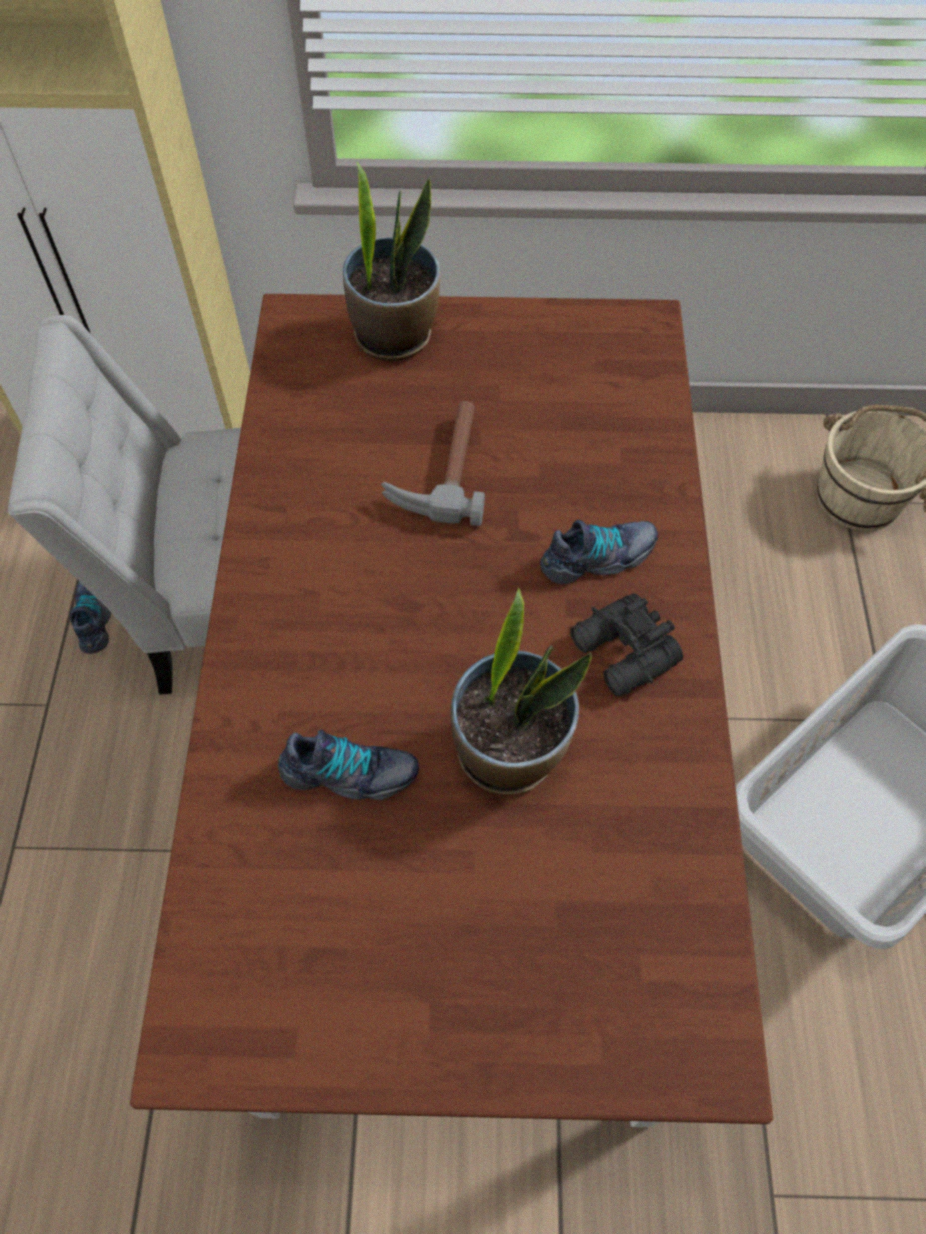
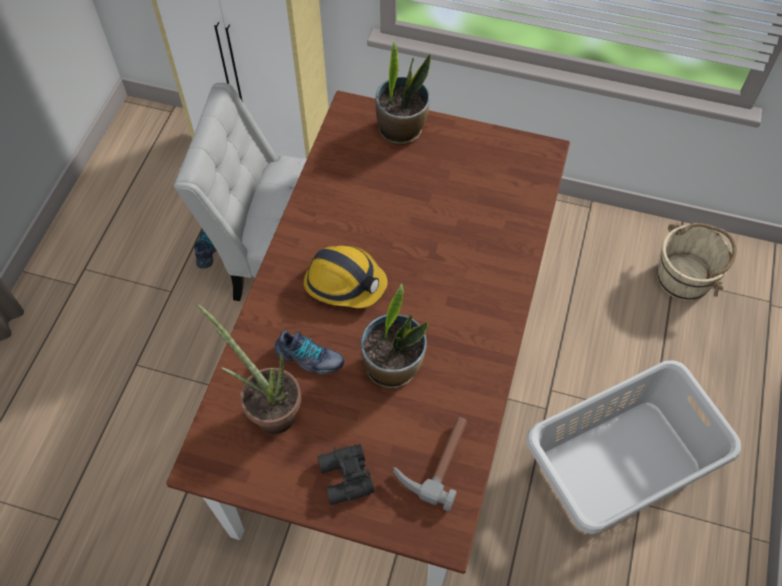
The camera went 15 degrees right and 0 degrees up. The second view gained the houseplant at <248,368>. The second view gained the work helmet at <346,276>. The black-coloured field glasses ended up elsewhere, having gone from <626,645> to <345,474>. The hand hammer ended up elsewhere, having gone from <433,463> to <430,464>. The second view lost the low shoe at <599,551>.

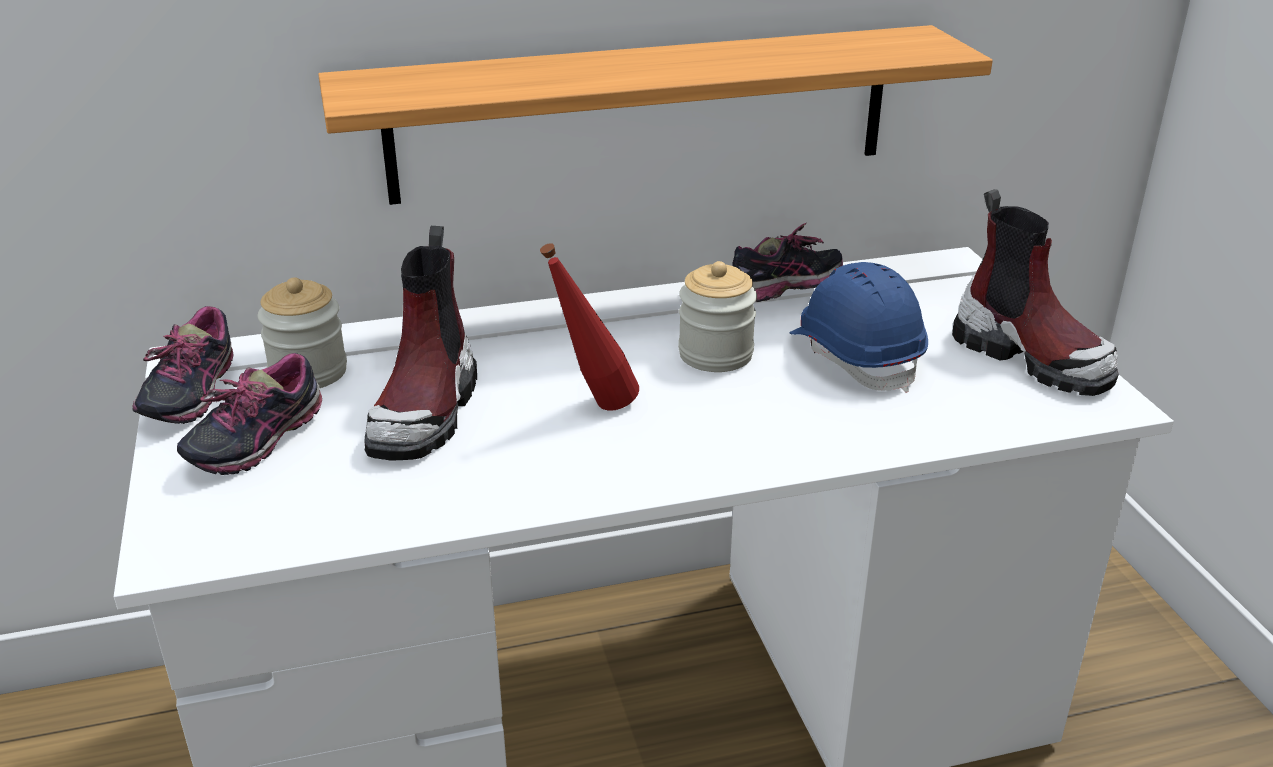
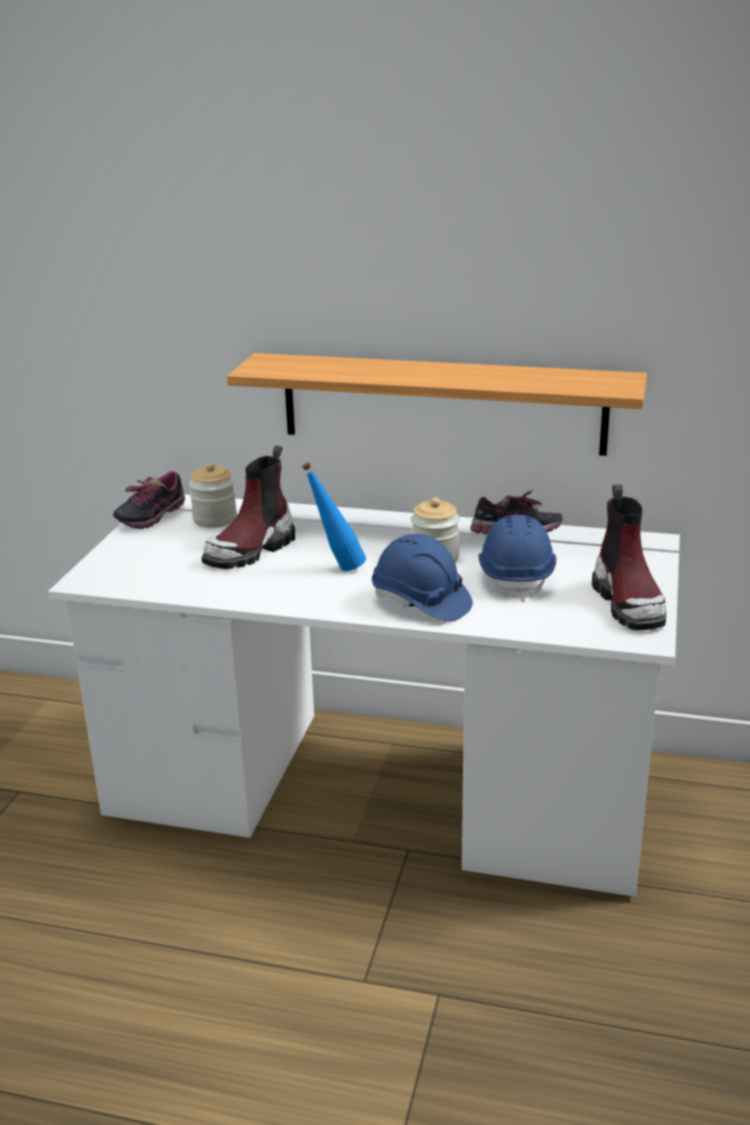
The camera went 30 degrees right and 5 degrees down. What was the red-coloured drink bottle at <589,327> turned into the bluish drink bottle at <334,516>. The second view gained the bluish work helmet at <422,578>. The second view lost the low shoe at <249,414>.

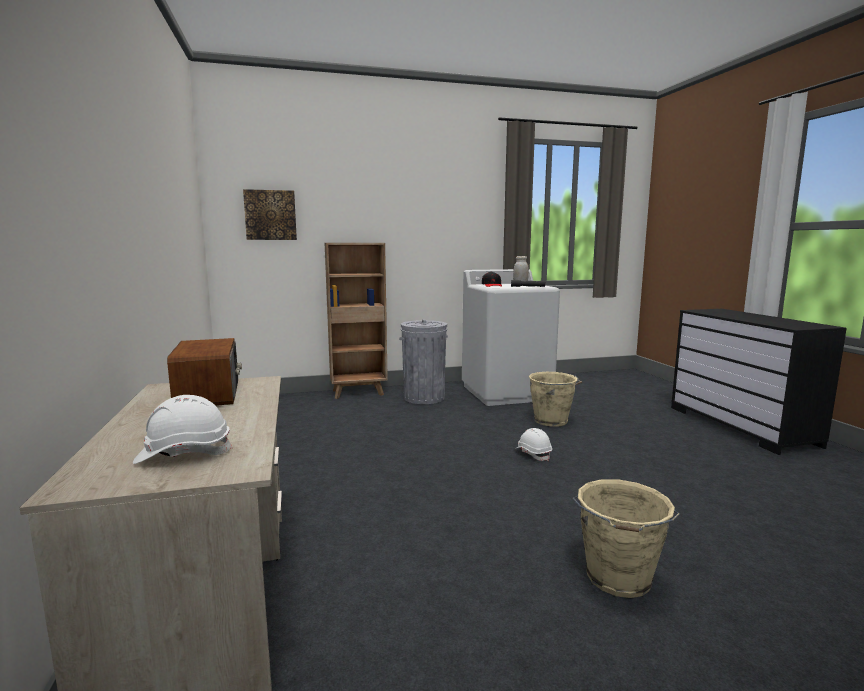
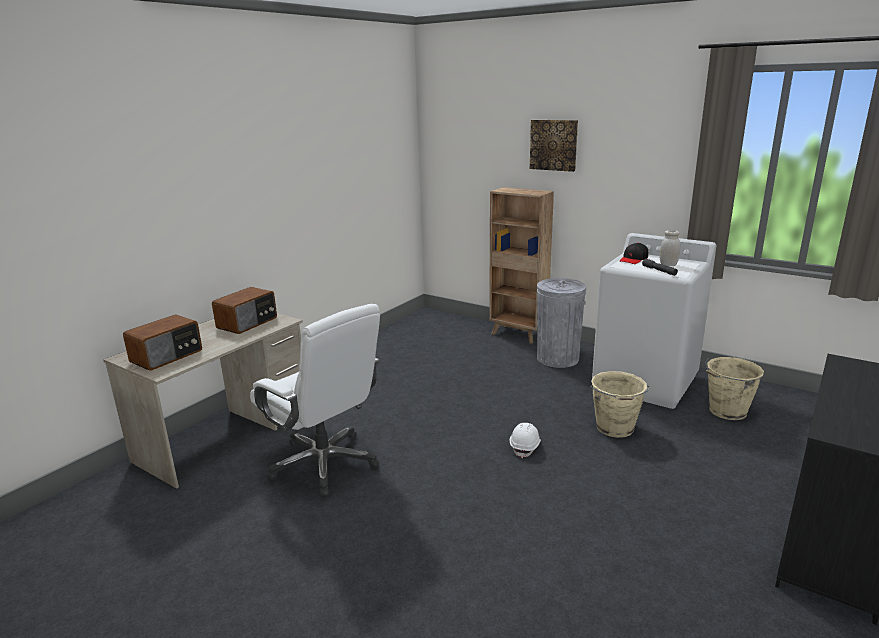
The camera went 50 degrees right and 10 degrees up. Where the white-coloured work helmet stood at <183,429>, the radio came to stand at <162,343>. The second view gained the white-coloured office chair at <315,401>. The picture ended up elsewhere, having gone from <270,214> to <554,146>. The beige pail ended up elsewhere, having gone from <626,538> to <734,388>.

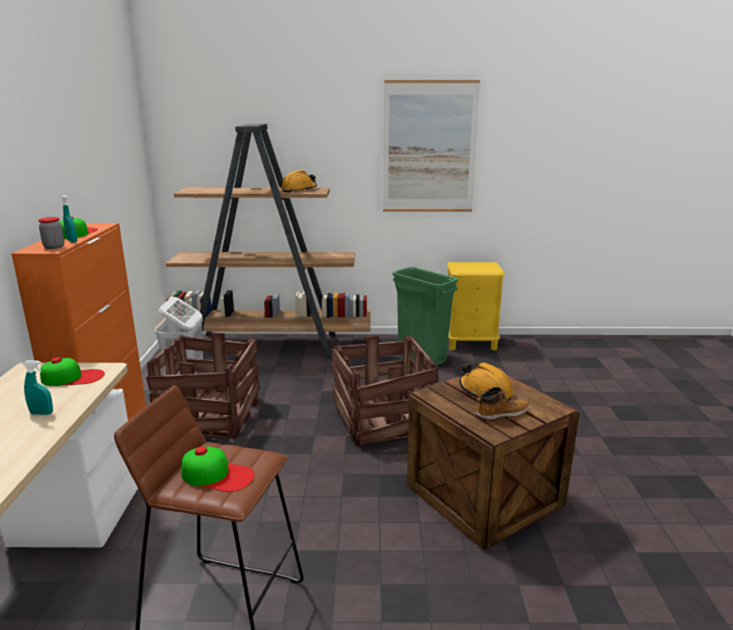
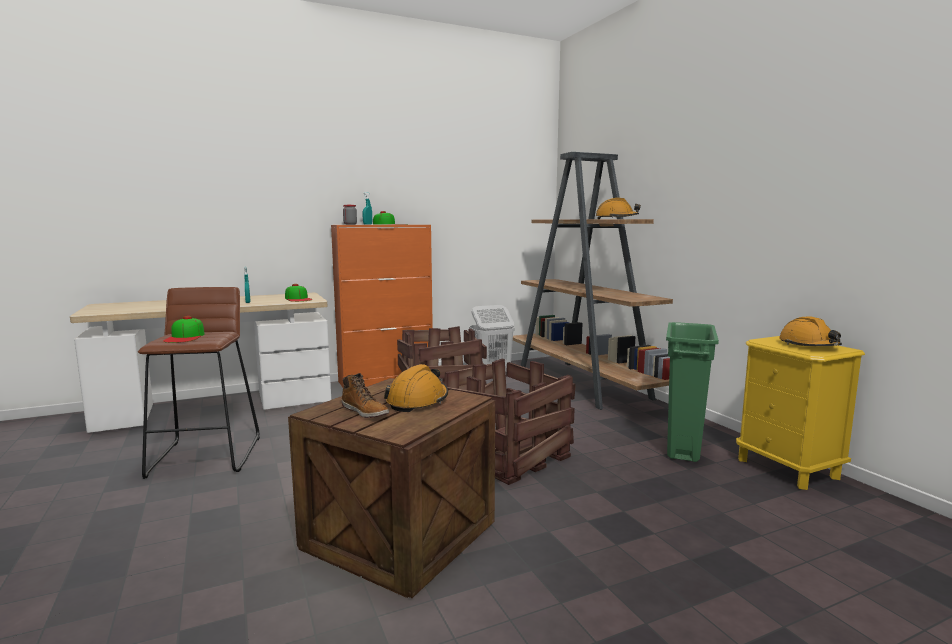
The camera went 65 degrees right and 10 degrees down. The second view gained the orange-coloured work helmet at <810,331>. The second view lost the picture at <431,146>.

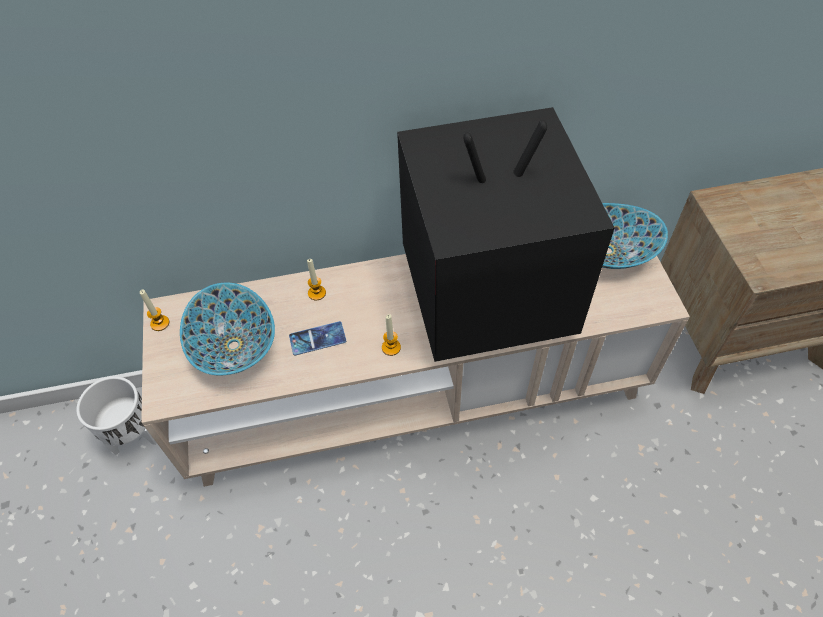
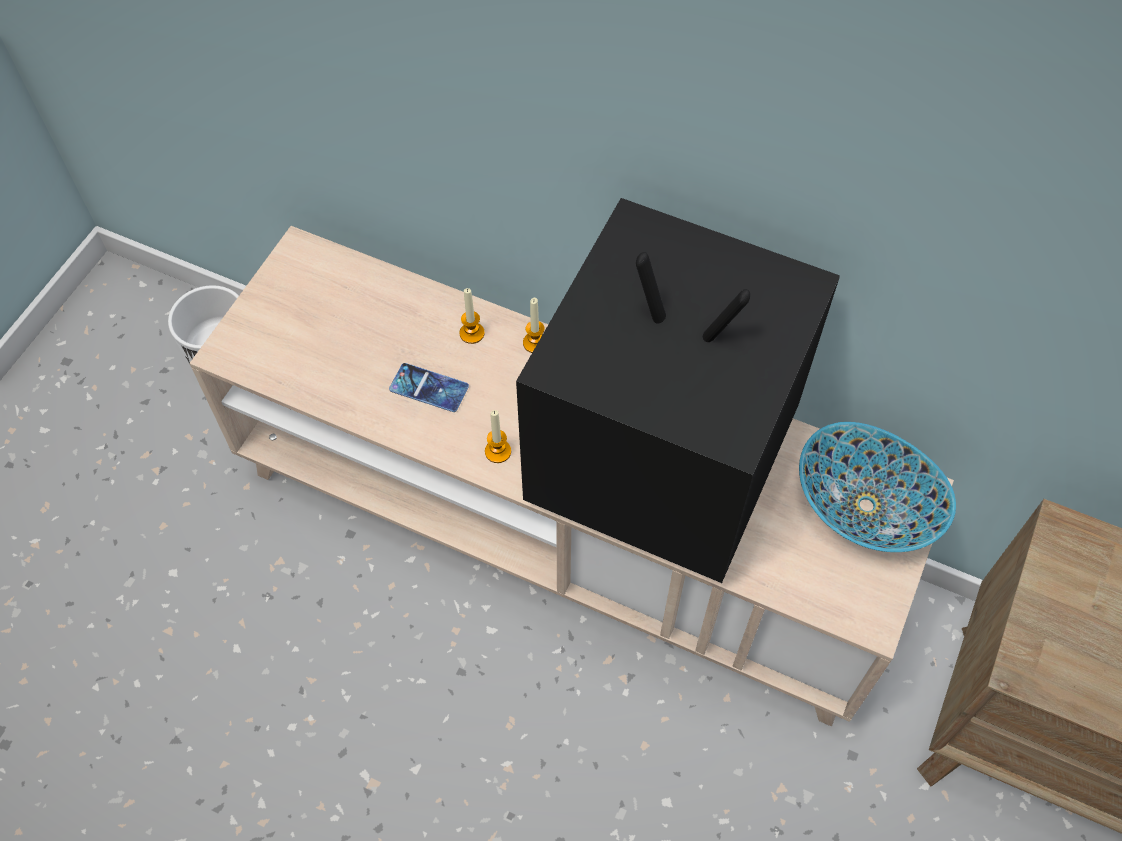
The camera went 35 degrees right and 5 degrees up. The wax light ended up elsewhere, having gone from <154,310> to <533,325>. The second view lost the serving bowl at <227,329>.

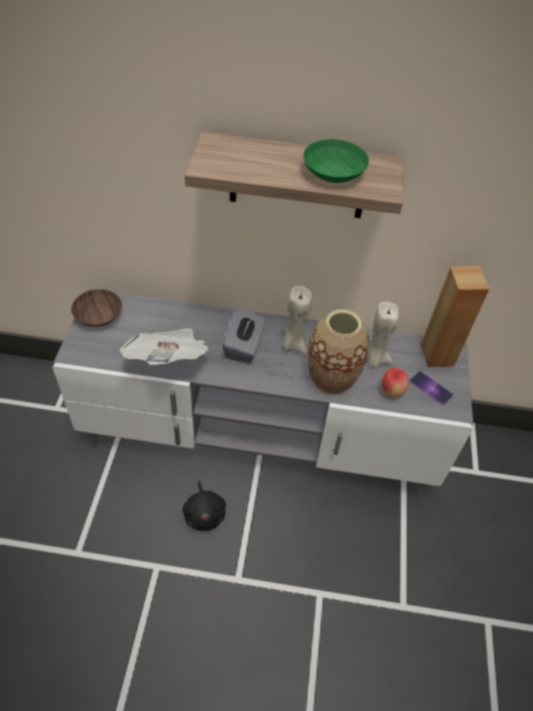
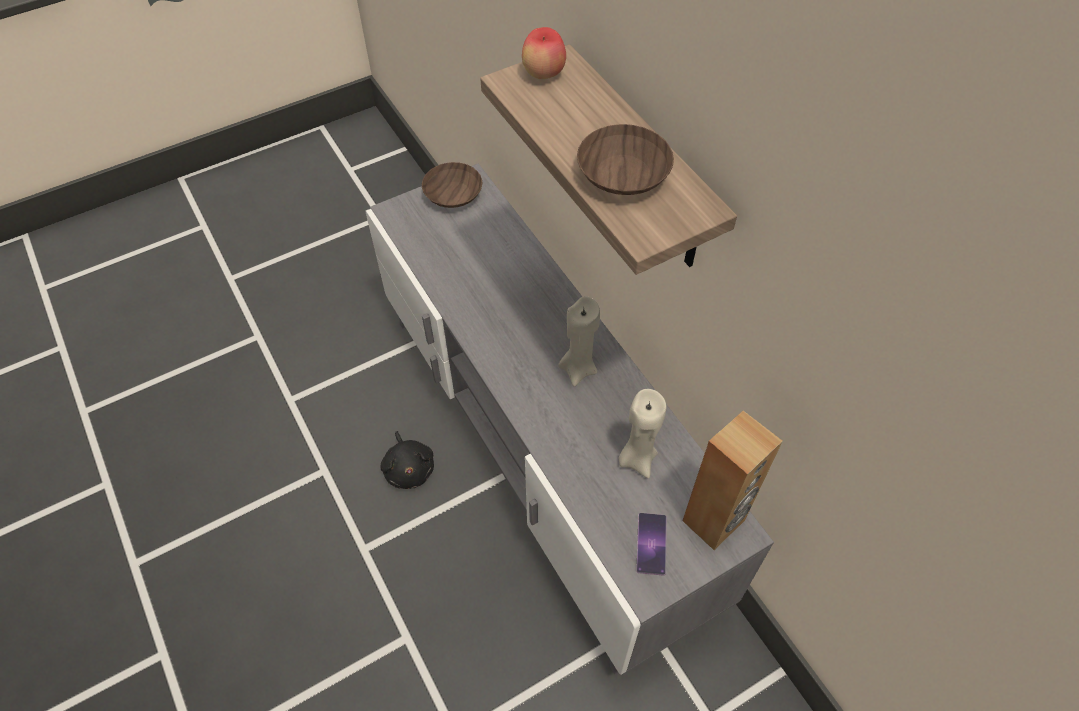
The camera went 55 degrees right and 5 degrees up. The black-coloured soft toy at <204,506> ended up facing another way, 60 degrees counterclockwise from before. The whole apple ended up elsewhere, having gone from <395,382> to <544,53>. What was the green serving bowl at <336,161> turned into the brown-coloured serving bowl at <625,159>. The second view lost the daily paper at <164,346>. The second view lost the grey tissue holder at <244,335>. The second view lost the flower vase at <338,351>.

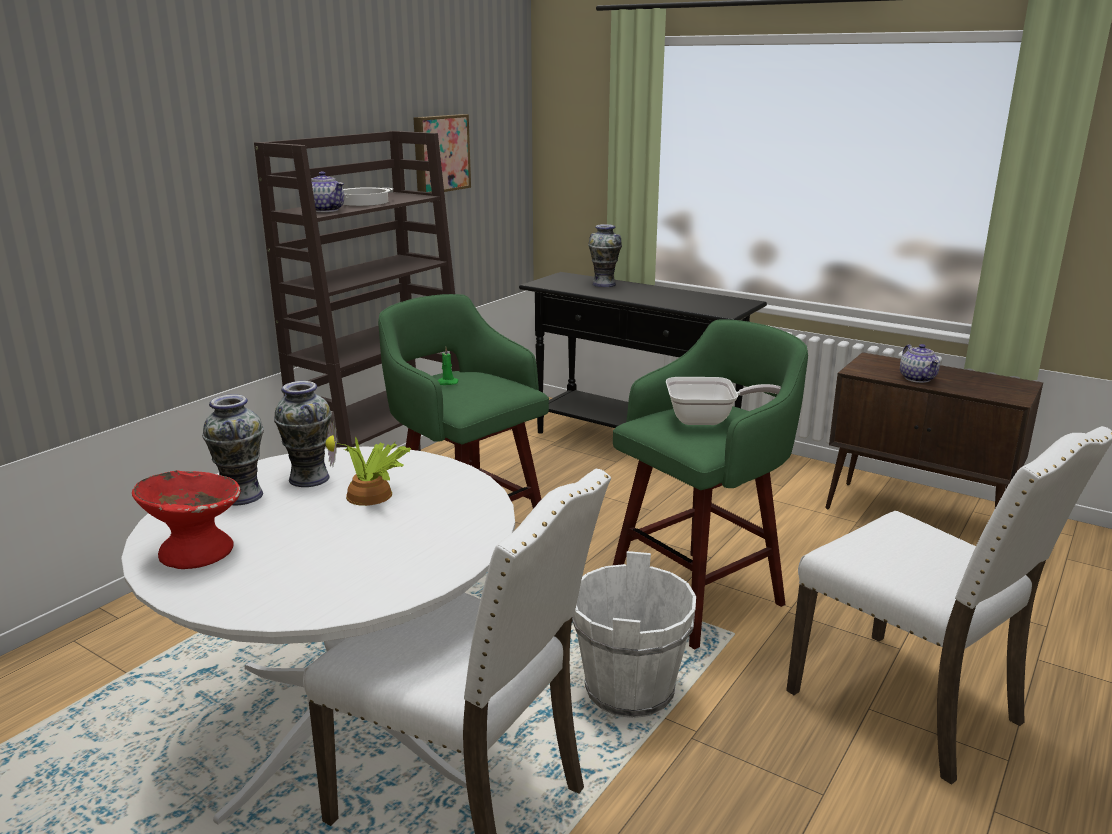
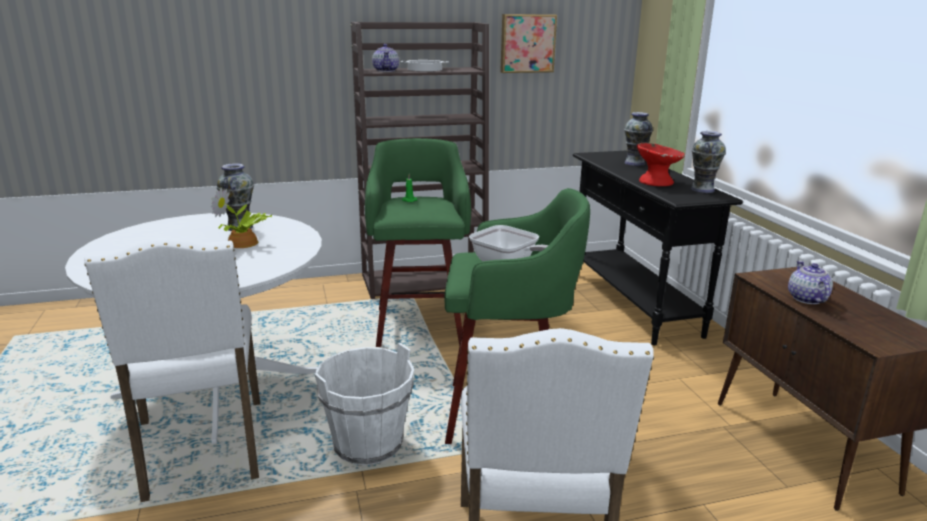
The camera went 40 degrees right and 0 degrees up. The red-coloured serving bowl ended up elsewhere, having gone from <186,519> to <661,164>. The flower vase ended up elsewhere, having gone from <233,449> to <708,162>. The teapot at <920,363> ended up facing another way, 150 degrees clockwise from before.

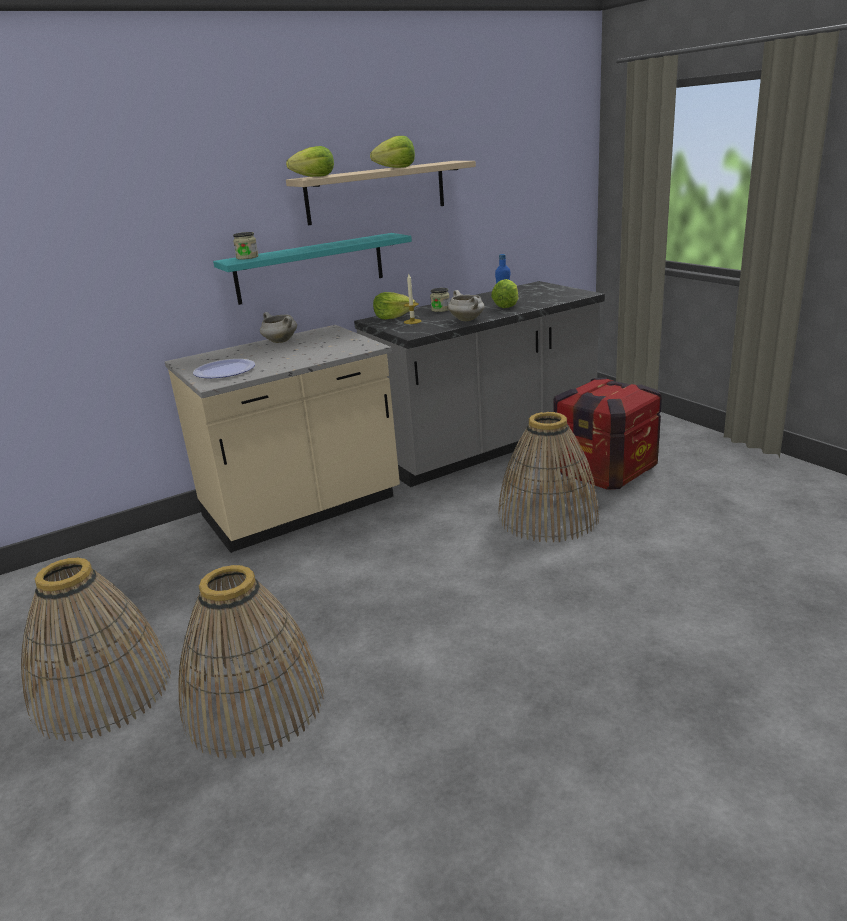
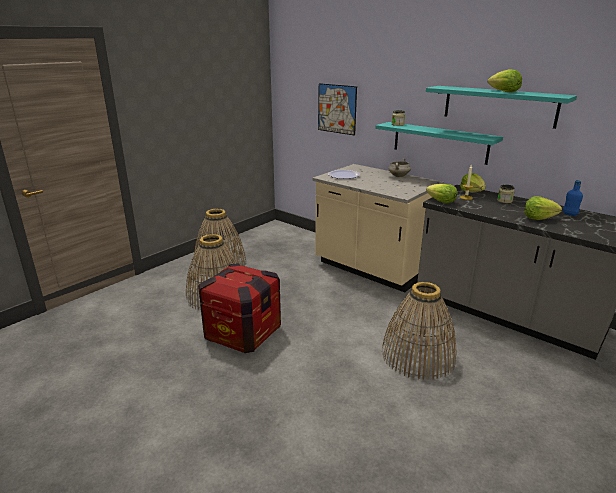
The camera went 70 degrees right and 0 degrees up. The shipping crate ended up elsewhere, having gone from <607,434> to <239,308>. The second view gained the picture at <337,109>. What was the beige shelf at <381,193> turned into the blue-green shelf at <501,107>. The lettuce ended up elsewhere, having gone from <310,161> to <441,194>. The second view lost the white-coloured saucepot at <466,305>.

